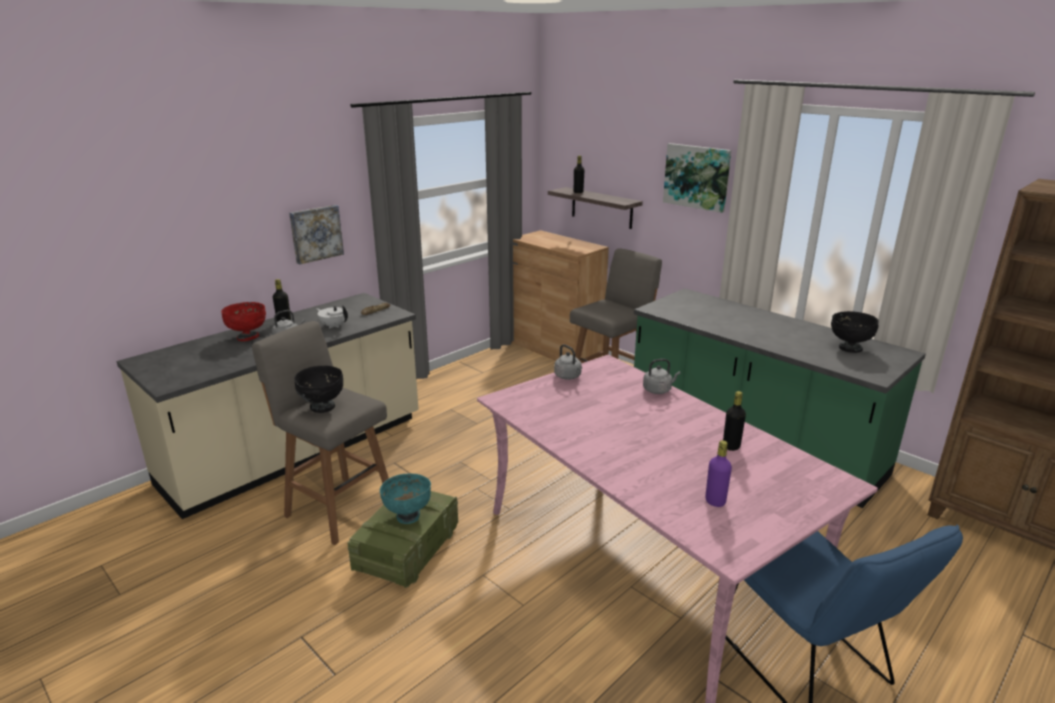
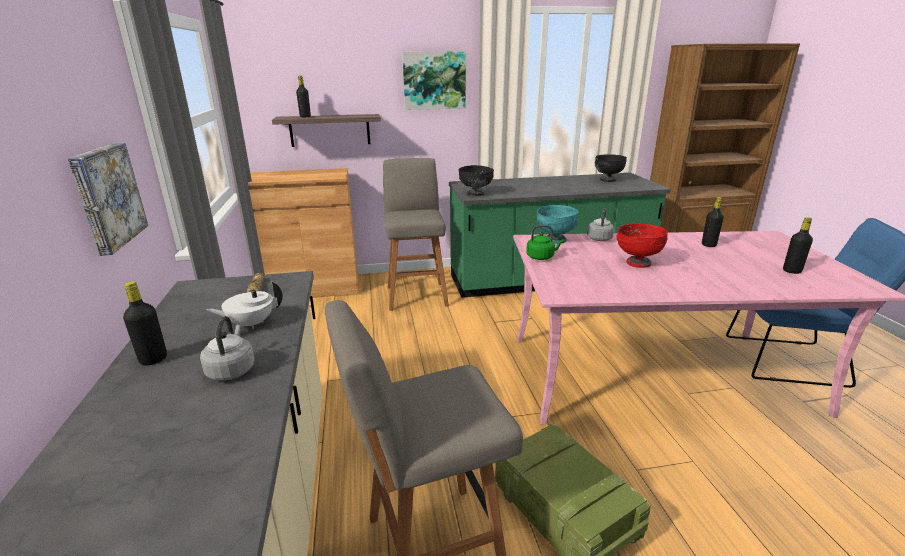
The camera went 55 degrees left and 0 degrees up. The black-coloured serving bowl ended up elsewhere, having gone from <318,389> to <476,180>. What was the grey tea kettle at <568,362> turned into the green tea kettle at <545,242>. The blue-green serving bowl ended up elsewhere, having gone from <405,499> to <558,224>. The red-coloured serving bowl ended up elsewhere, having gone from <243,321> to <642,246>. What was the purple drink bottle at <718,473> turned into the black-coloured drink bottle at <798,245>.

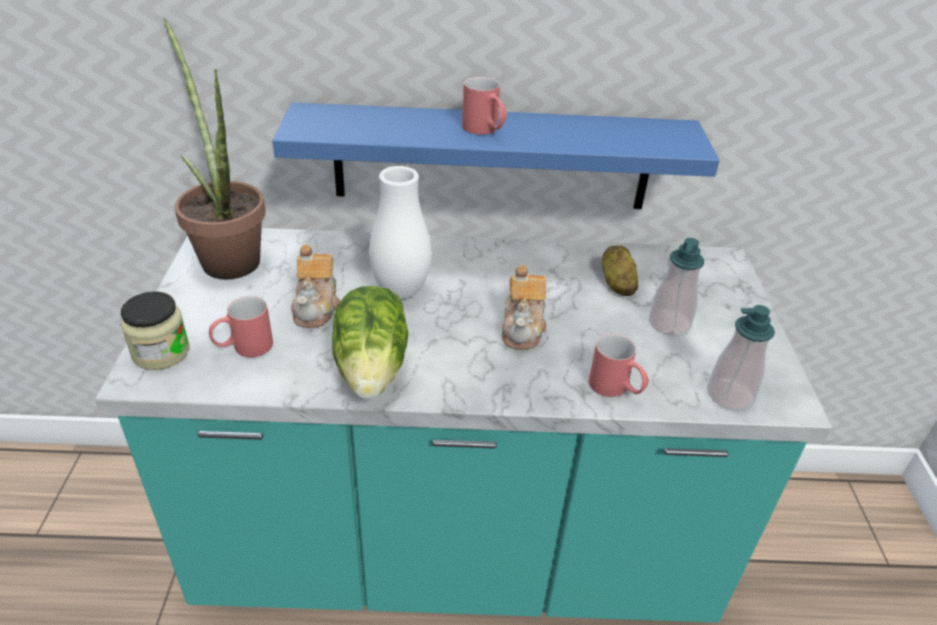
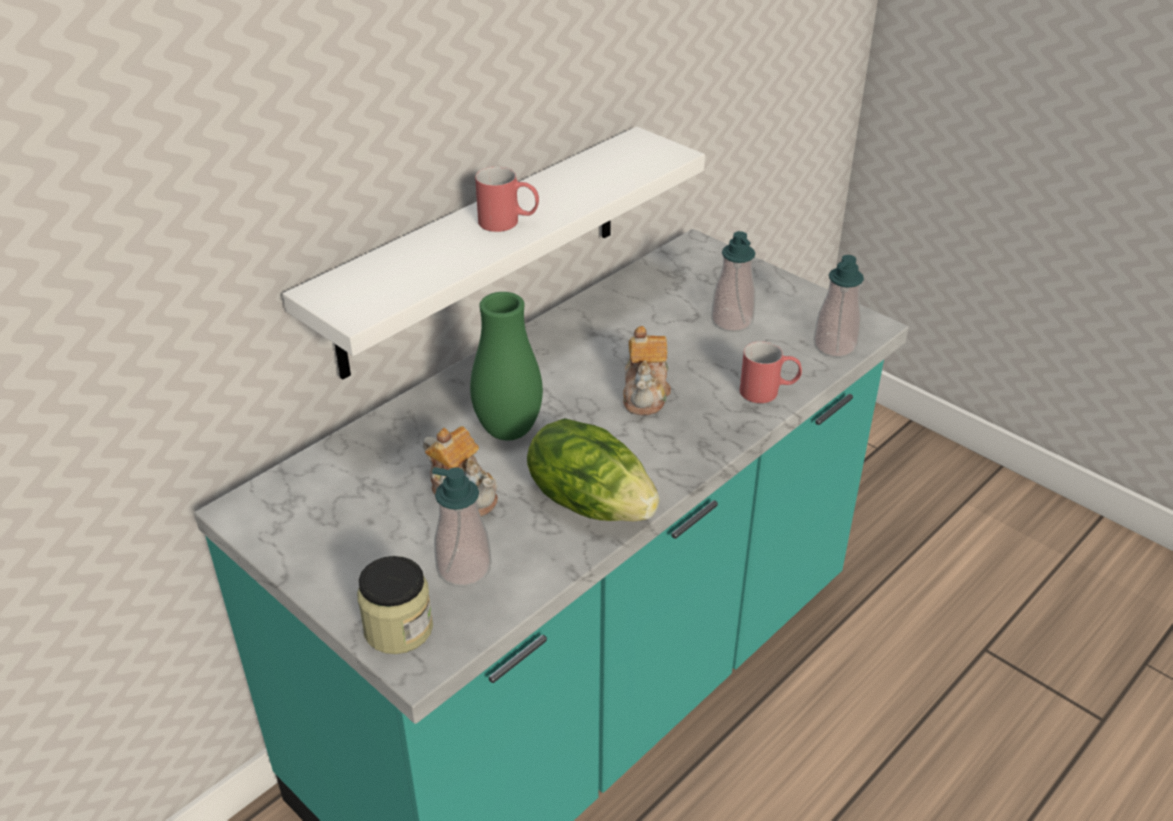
The camera went 45 degrees left and 0 degrees up. What was the bluish shelf at <496,155> turned into the white-coloured shelf at <494,253>. Where the red-coloured tea mug stood at <241,326>, the soap bottle came to stand at <461,527>. What was the white-coloured flower vase at <400,232> turned into the green flower vase at <506,366>. The teapot at <524,307> ended up facing another way, 45 degrees clockwise from before. The second view lost the houseplant at <214,148>. The second view lost the spud at <620,271>.

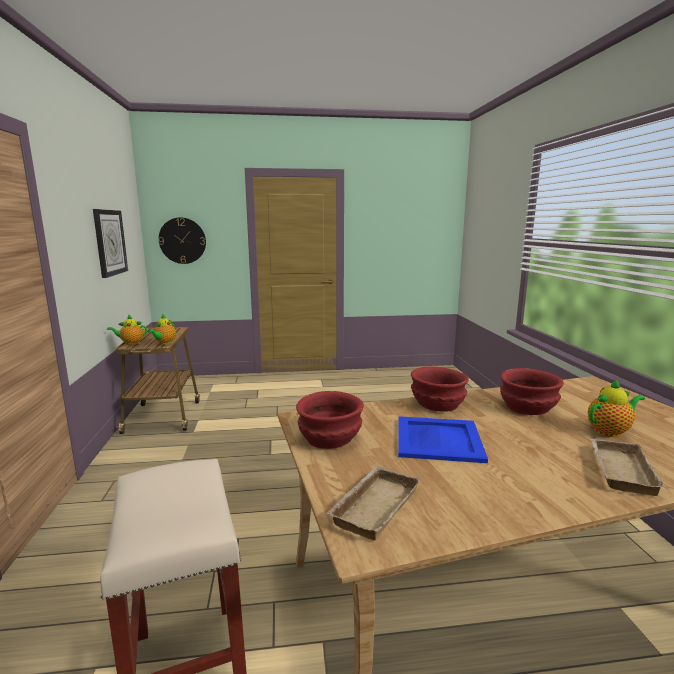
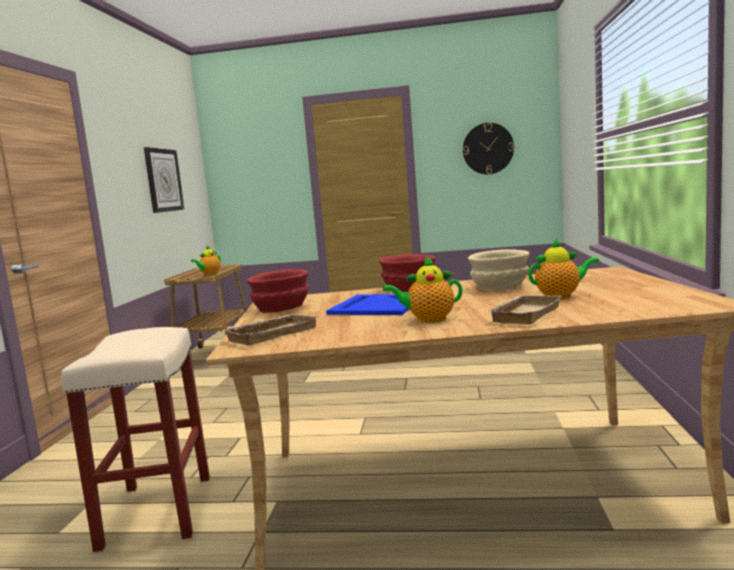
The camera went 15 degrees right and 5 degrees down. The teapot ended up elsewhere, having gone from <127,329> to <422,289>. The hanging clock ended up elsewhere, having gone from <182,240> to <488,148>. What was the red-coloured serving bowl at <532,391> turned into the beige serving bowl at <499,270>.

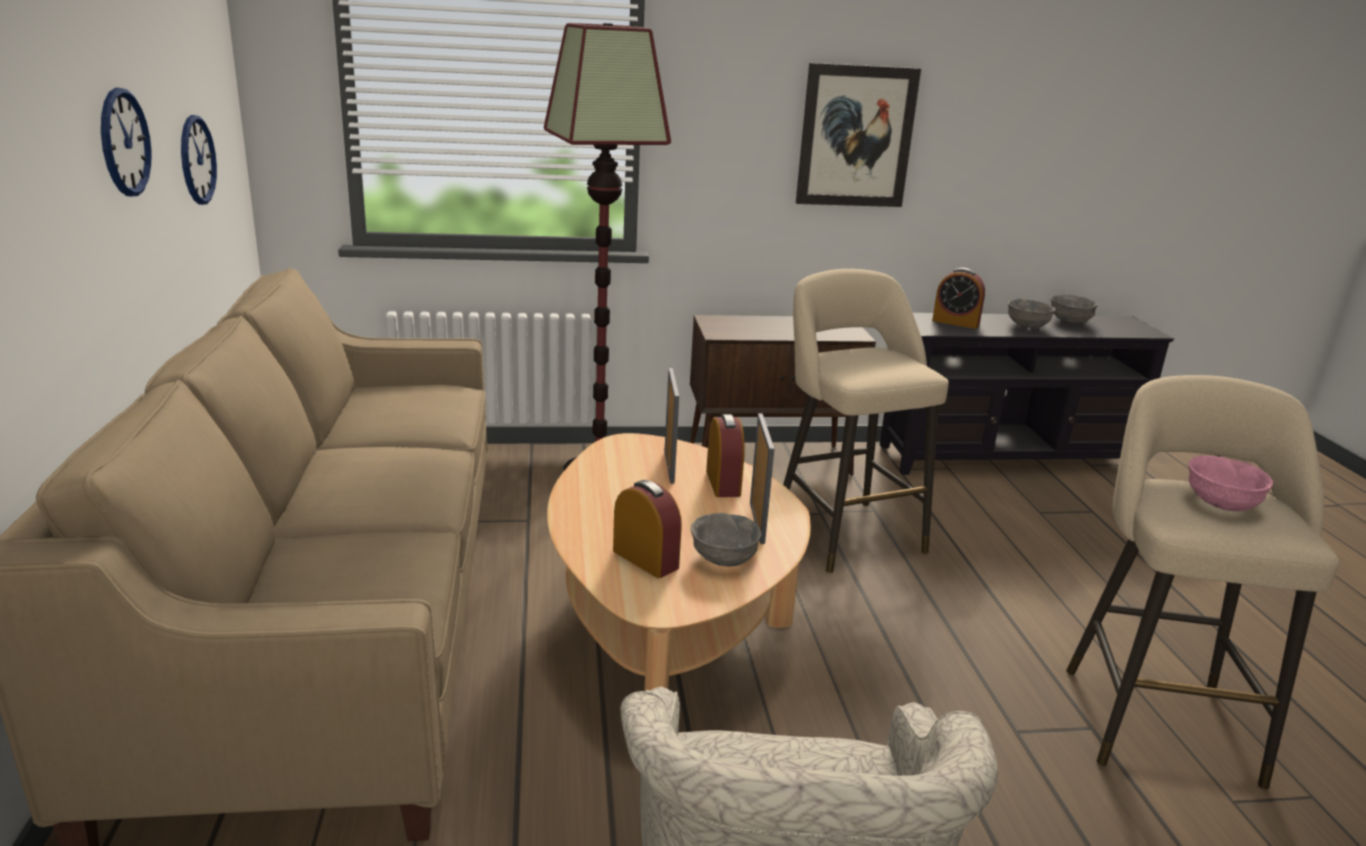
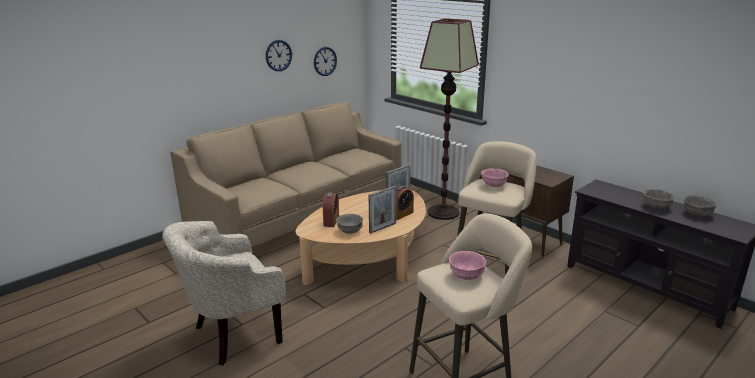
The camera went 55 degrees right and 0 degrees up. The second view gained the pink-coloured serving bowl at <494,177>. The second view lost the picture at <858,135>. The second view lost the table clock at <958,298>.

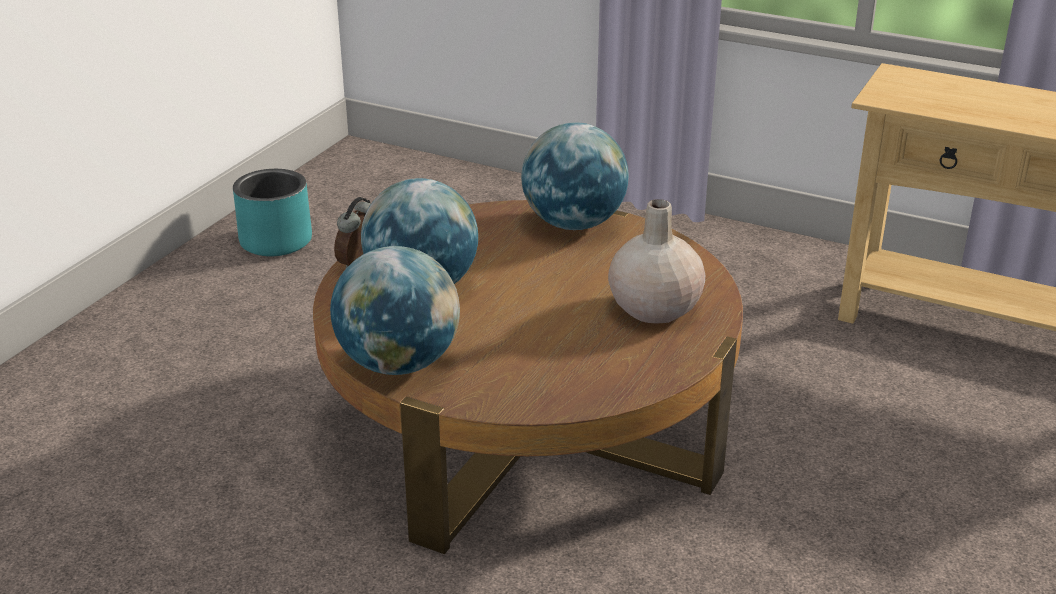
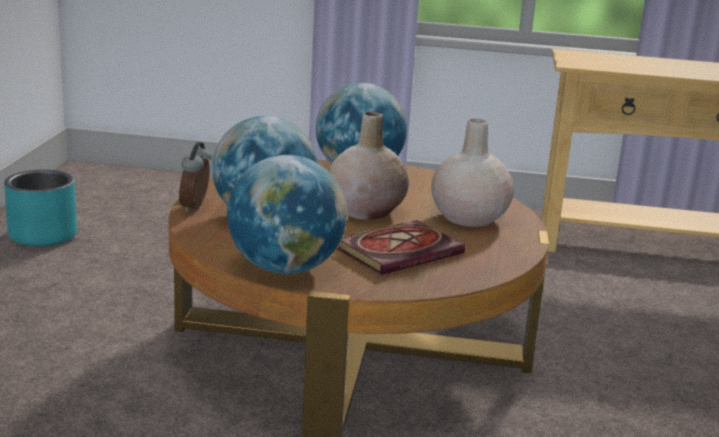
The camera went 20 degrees left and 10 degrees down. The second view gained the beige flower vase at <368,166>. The second view gained the bound book at <401,247>.

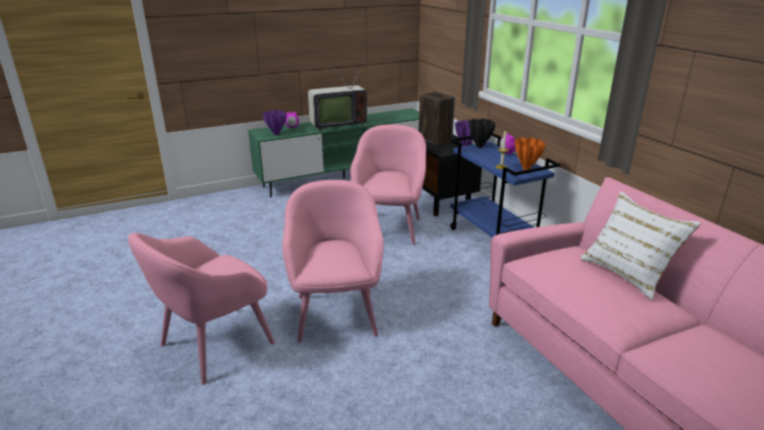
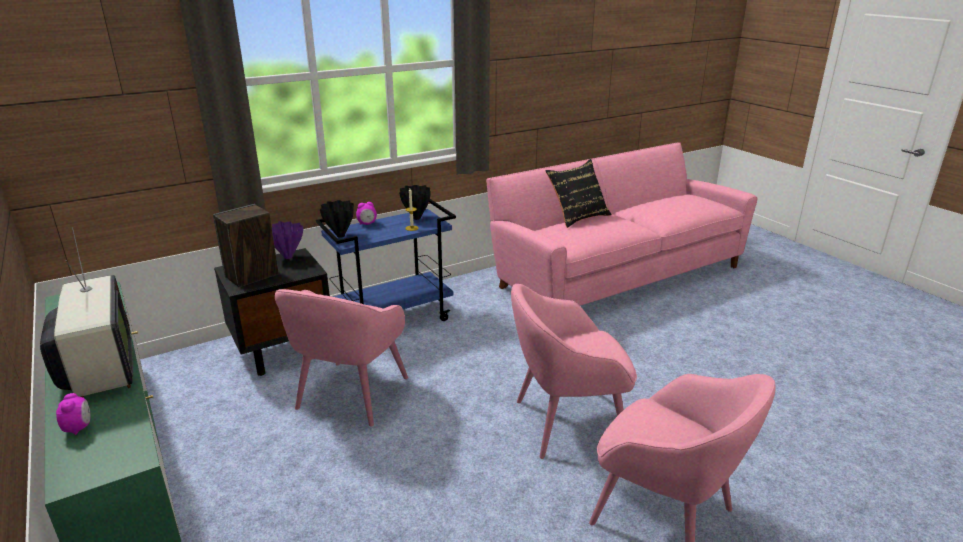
The camera went 95 degrees left and 0 degrees up. The pink-coloured armchair at <388,184> ended up facing another way, 75 degrees counterclockwise from before. What was the orange-coloured flower vase at <530,153> turned into the black-coloured flower vase at <415,202>. What was the white-coloured pillow at <640,245> turned into the black-coloured pillow at <578,193>. The second view lost the purple flower vase at <274,122>.

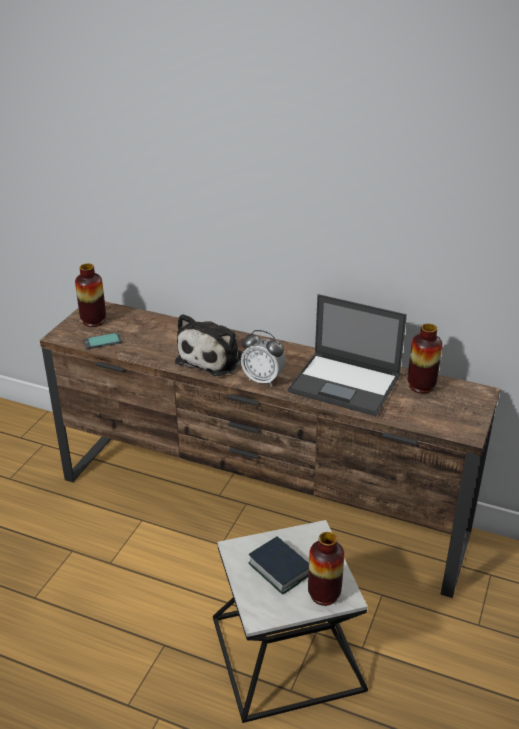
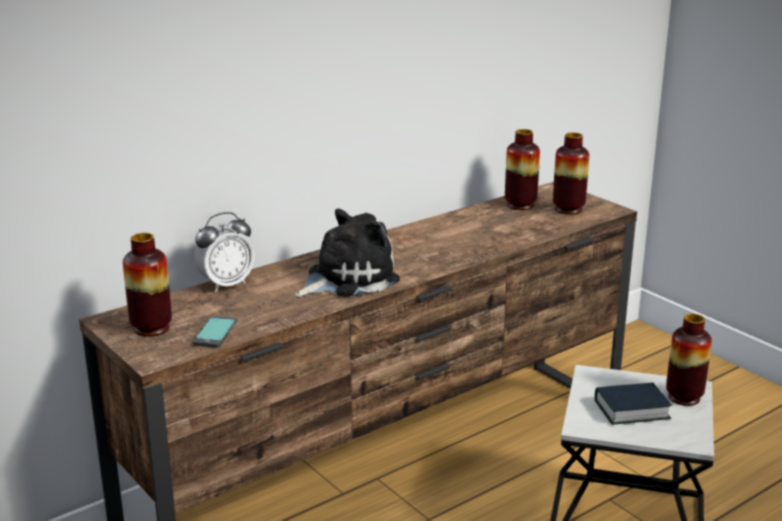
The camera went 60 degrees left and 10 degrees down. The table clock ended up elsewhere, having gone from <263,358> to <224,252>. The soft toy at <209,345> ended up facing another way, 90 degrees counterclockwise from before. The second view gained the flower vase at <571,173>. The second view lost the laptop at <347,355>.

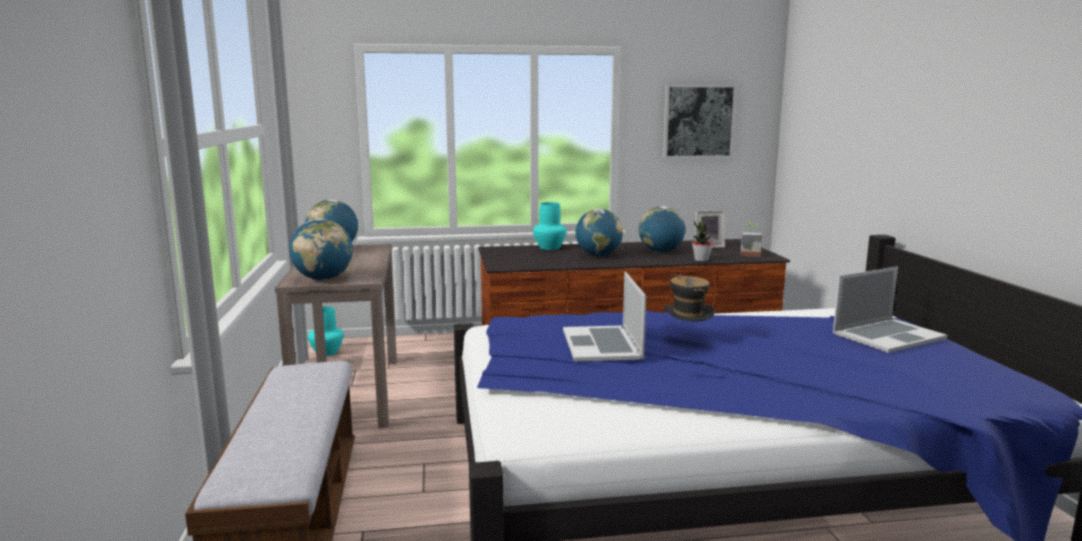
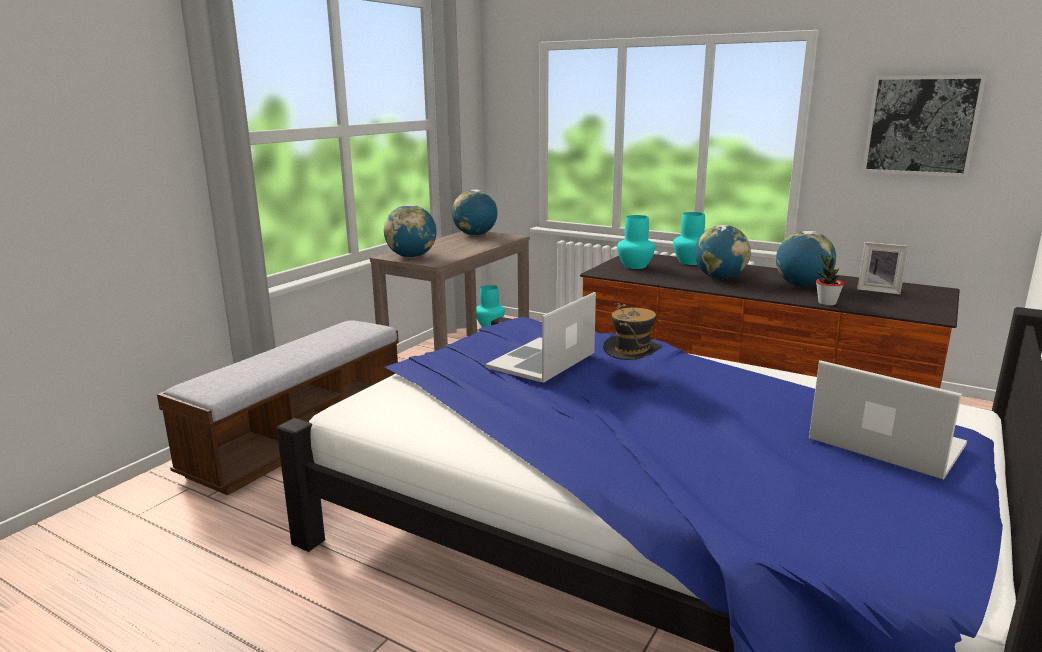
The camera went 40 degrees right and 5 degrees up. The second view gained the blue-green flower vase at <636,242>. The laptop at <890,309> ended up facing another way, 150 degrees counterclockwise from before. The second view lost the houseplant at <751,239>.

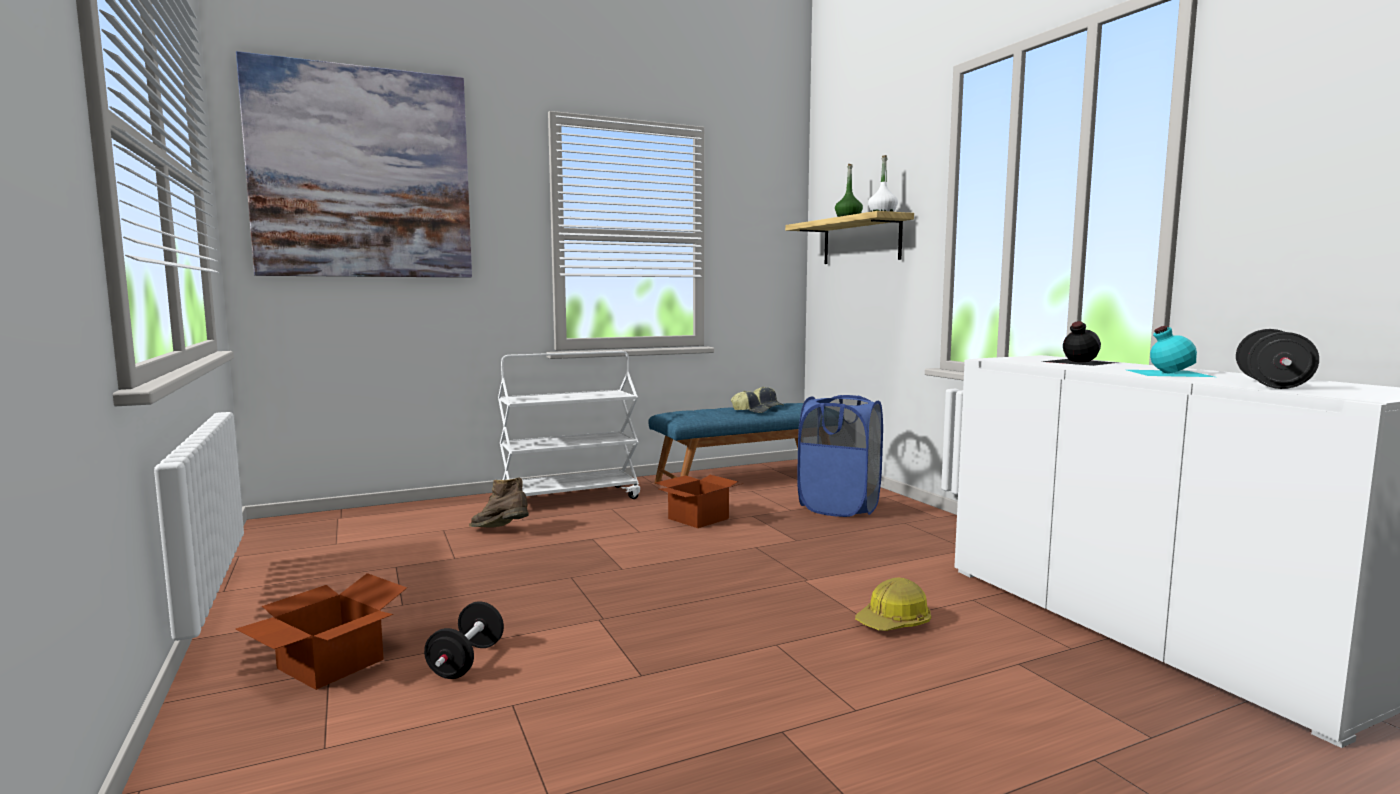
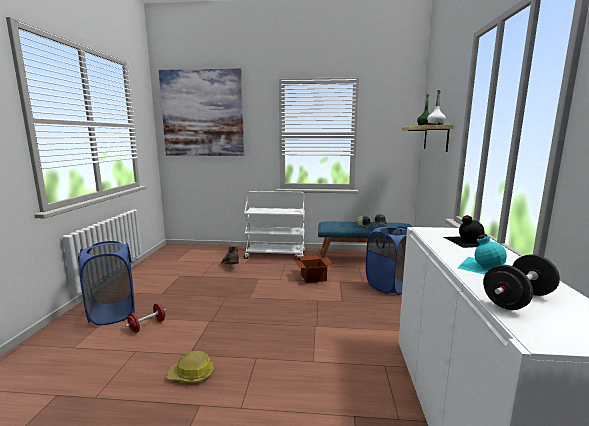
The camera went 30 degrees right and 5 degrees up. Where the cardboard box stood at <321,631>, the bluish laundry basket came to stand at <106,283>. What was the black-coloured free weight at <464,640> turned into the red-coloured free weight at <145,318>. The work helmet ended up elsewhere, having gone from <893,604> to <190,367>.

